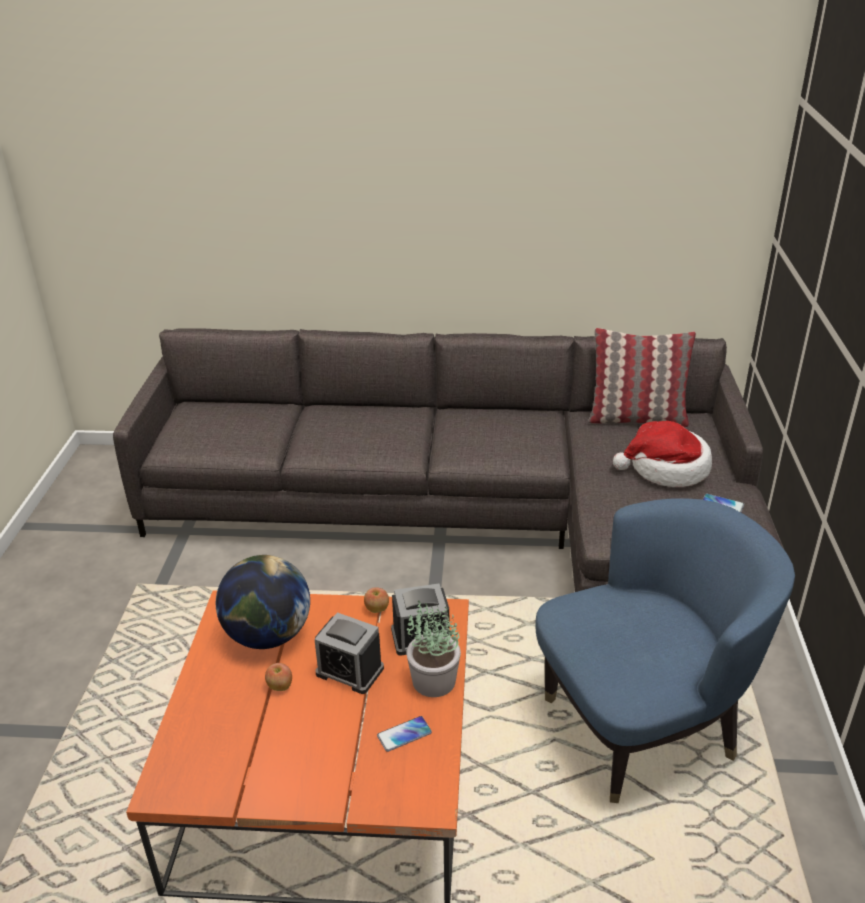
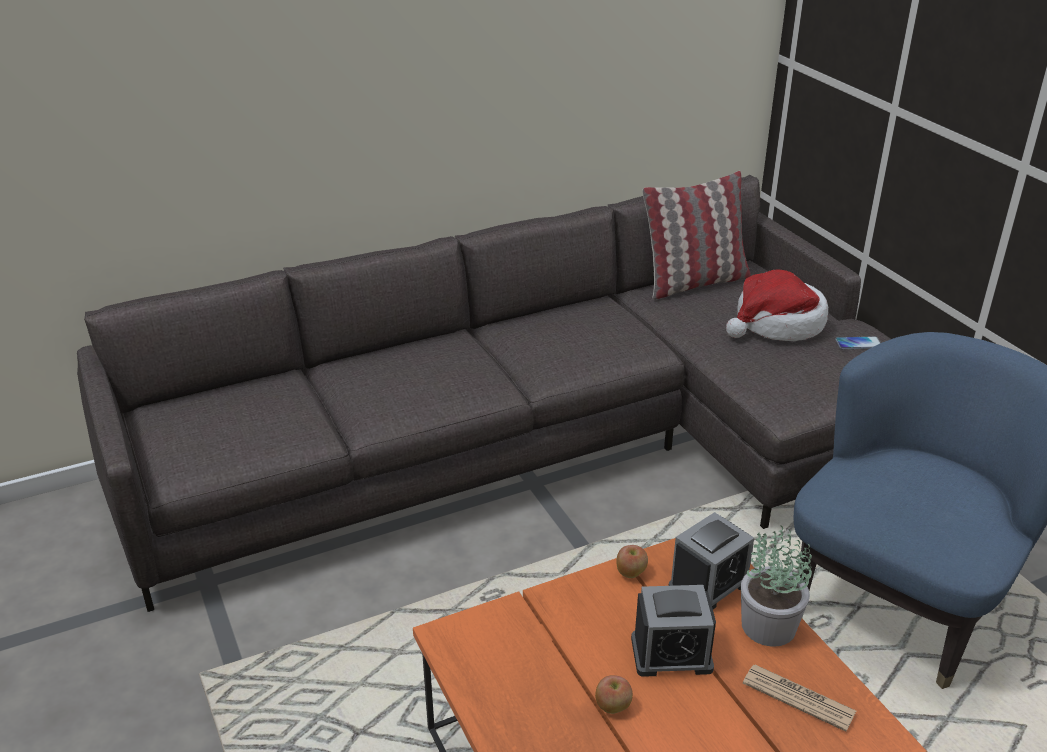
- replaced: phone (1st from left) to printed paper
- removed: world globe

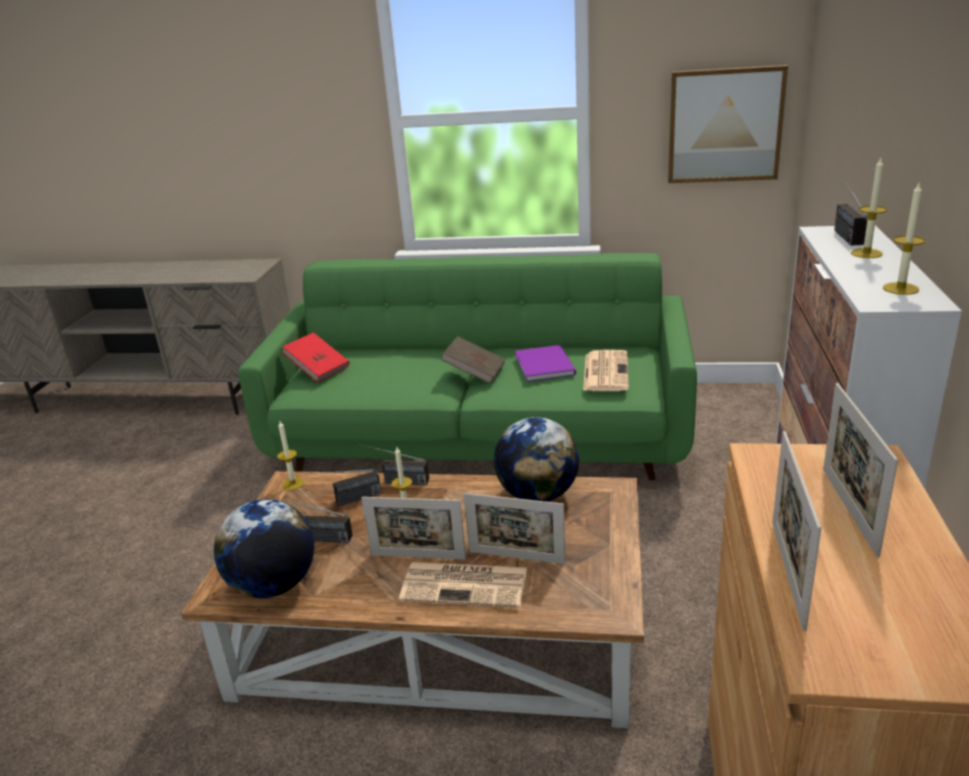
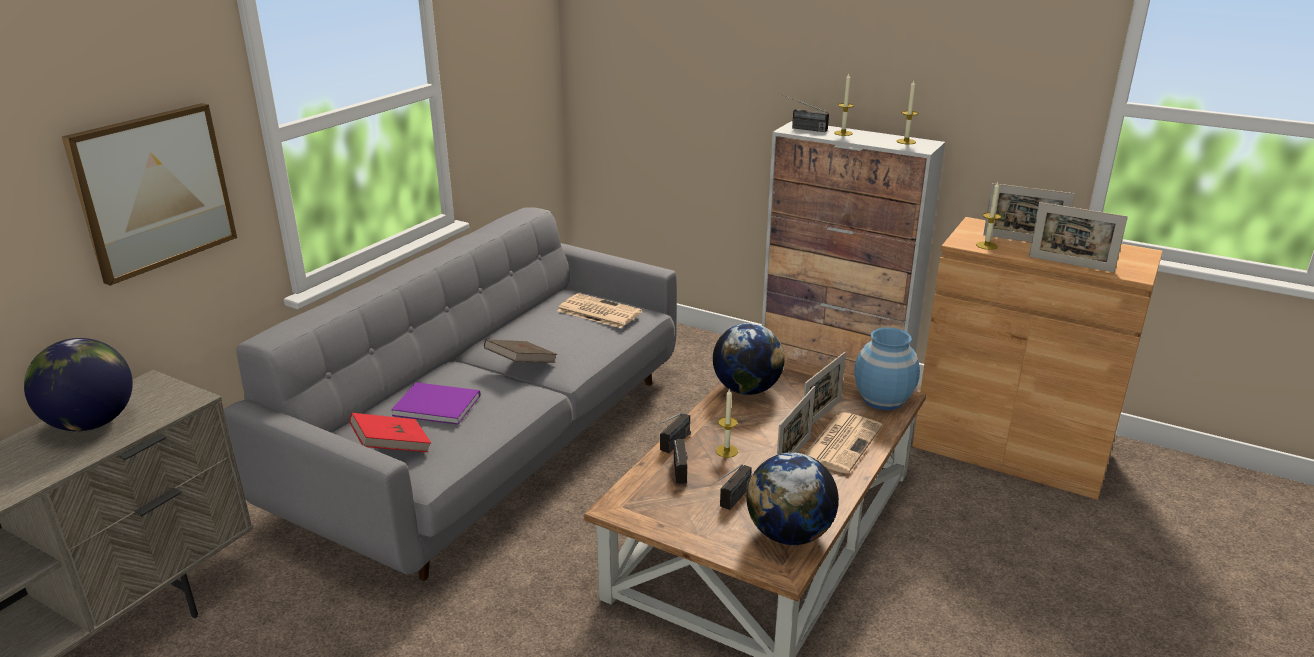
- added: world globe (1st from left)
- moved: wall picture
- recoloured: green sofa to greyish sofa
- moved: purple volume
- added: blue vase
- moved: wax candle (1st from left in the first image) to wax candle (4th from left)

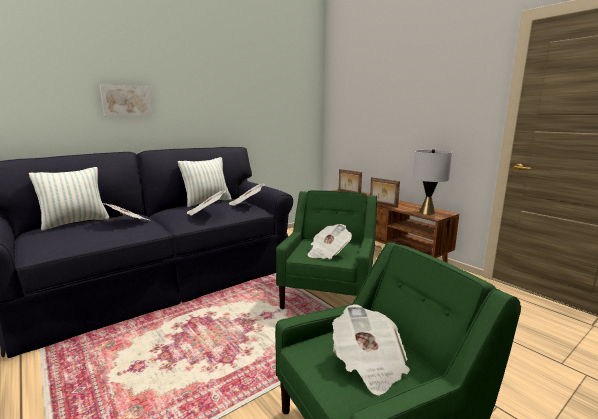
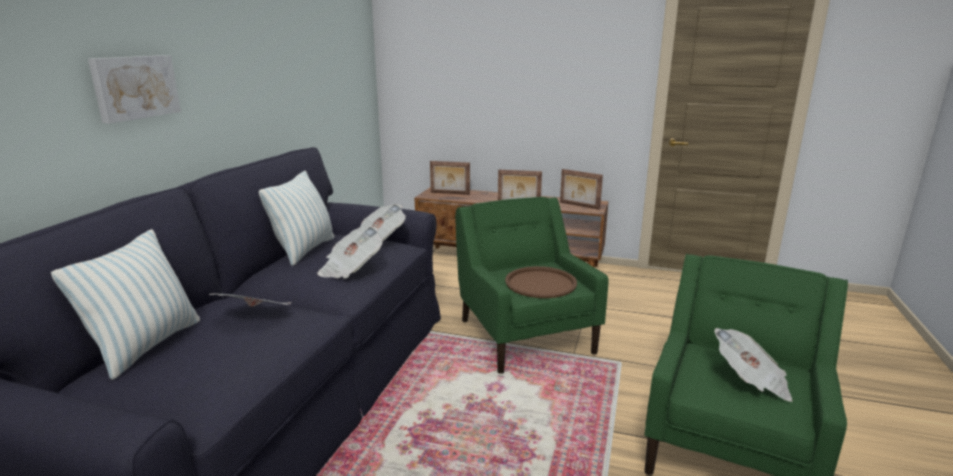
- replaced: printed paper (4th from left) to brown carrying tray
- replaced: greyish lamp for a table to picture frame (3rd from left)

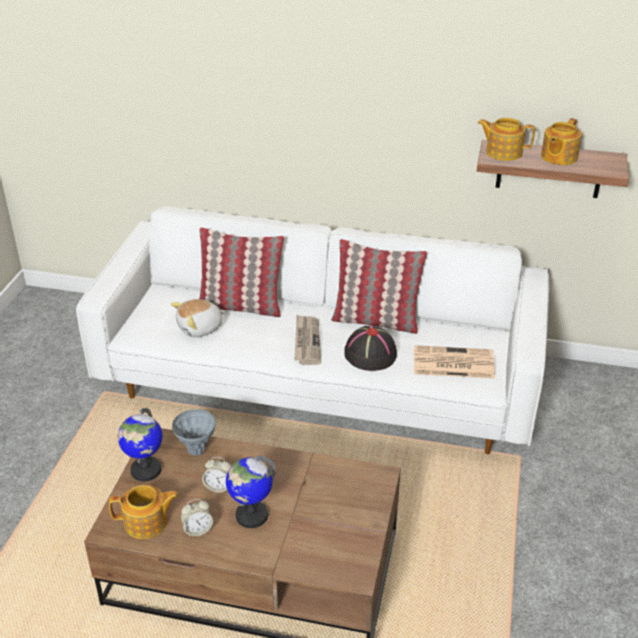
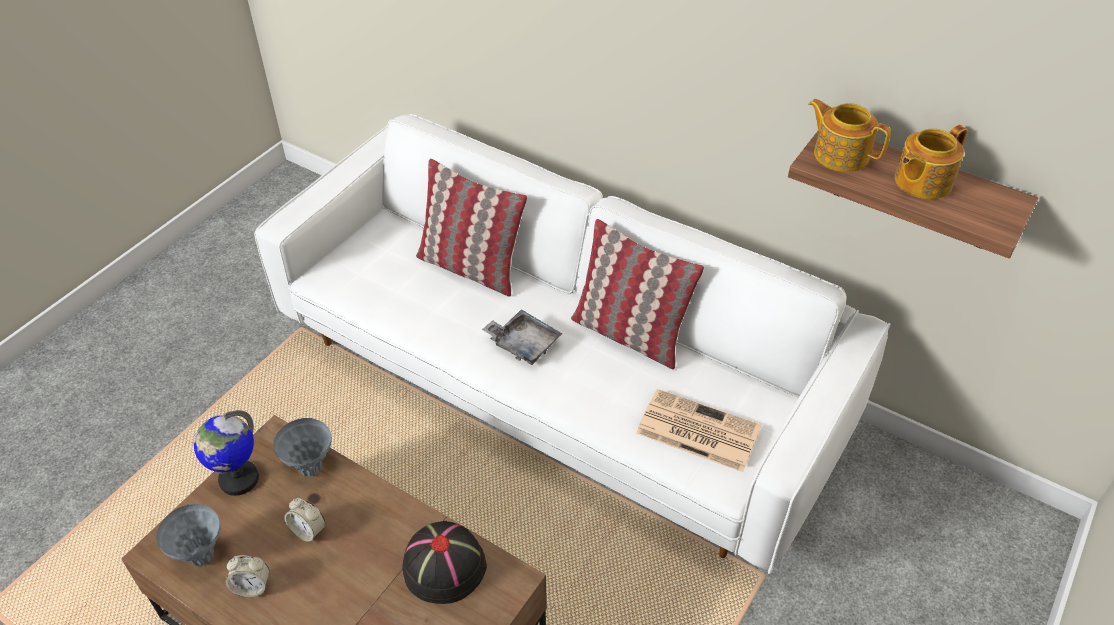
- replaced: teapot (1st from left) to greyish vase (1st from left)
- moved: black-coloured clothing hat
- replaced: printed paper (1st from left) to greyish carrying tray
- removed: plush toy
- removed: world globe (2nd from left)

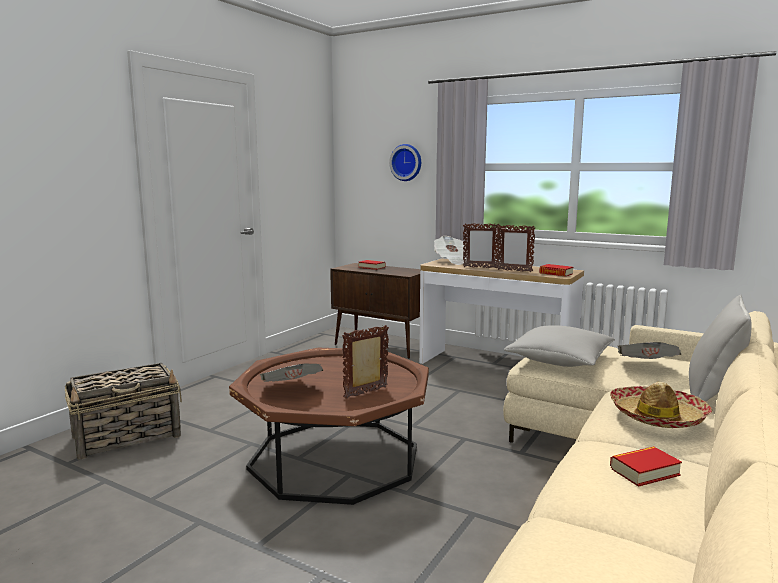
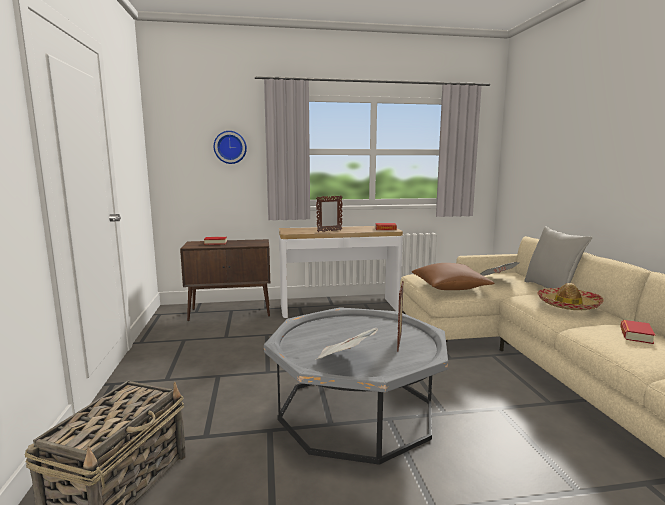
- recoloured: brown coffee table to greyish coffee table
- recoloured: greyish pillow (1st from left) to brown pillow
- removed: printed paper (2nd from left)
- removed: picture frame (3rd from left)

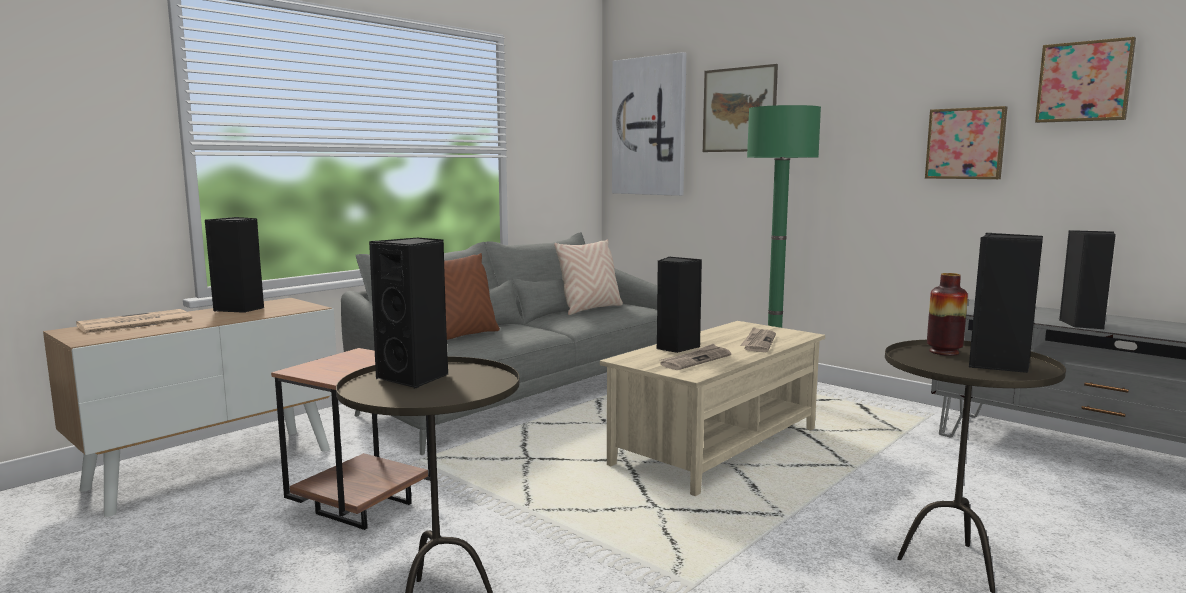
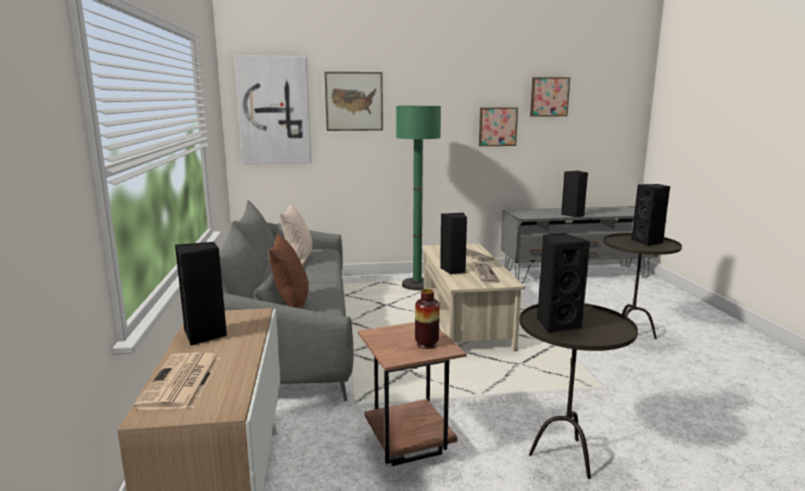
- moved: vase

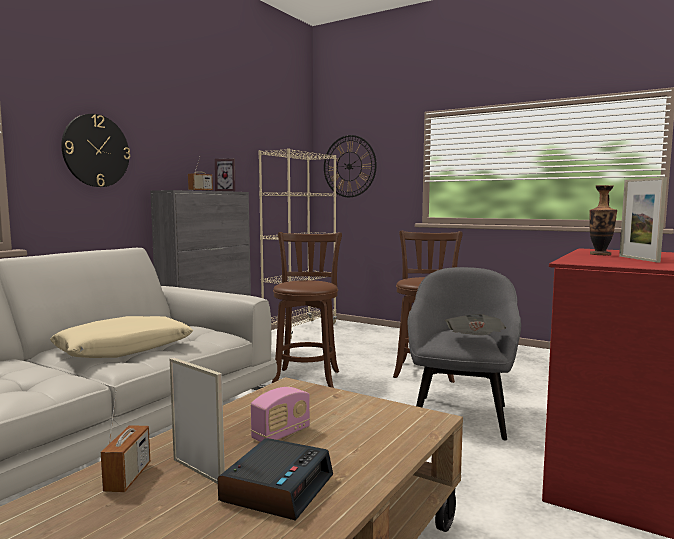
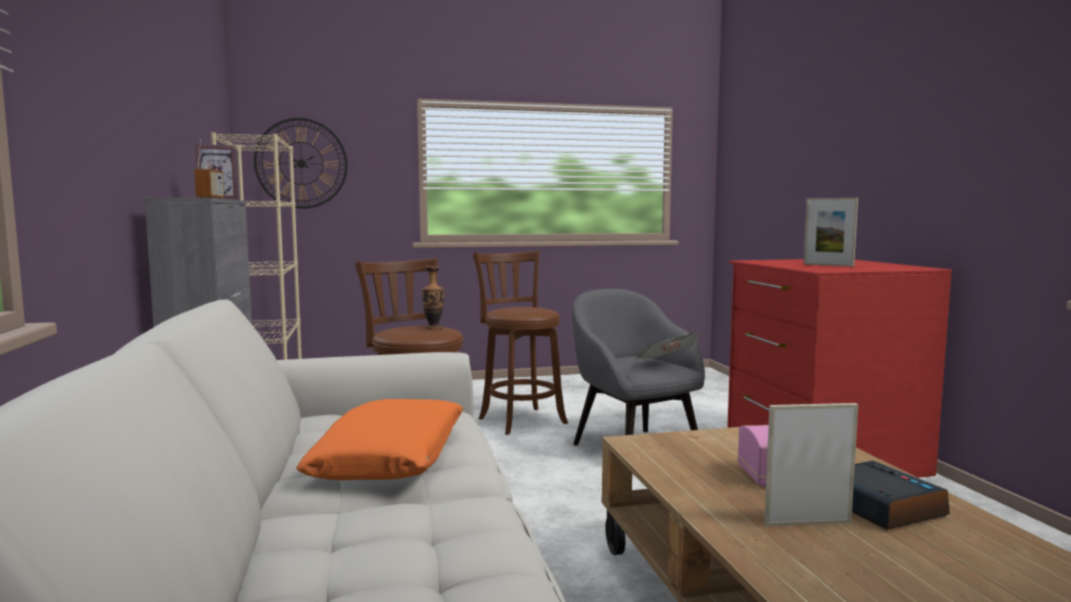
- recoloured: beige pillow to orange pillow
- moved: vase
- removed: hanging clock (1st from left)
- removed: radio (1st from left)

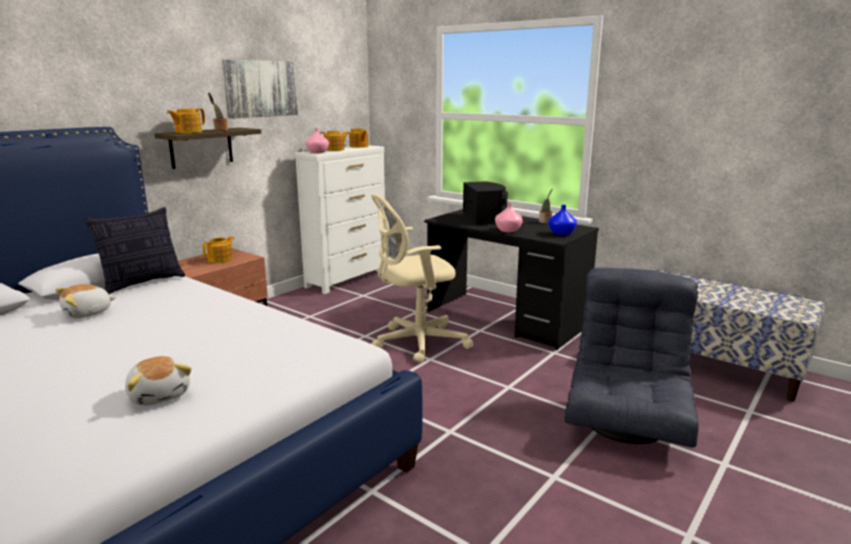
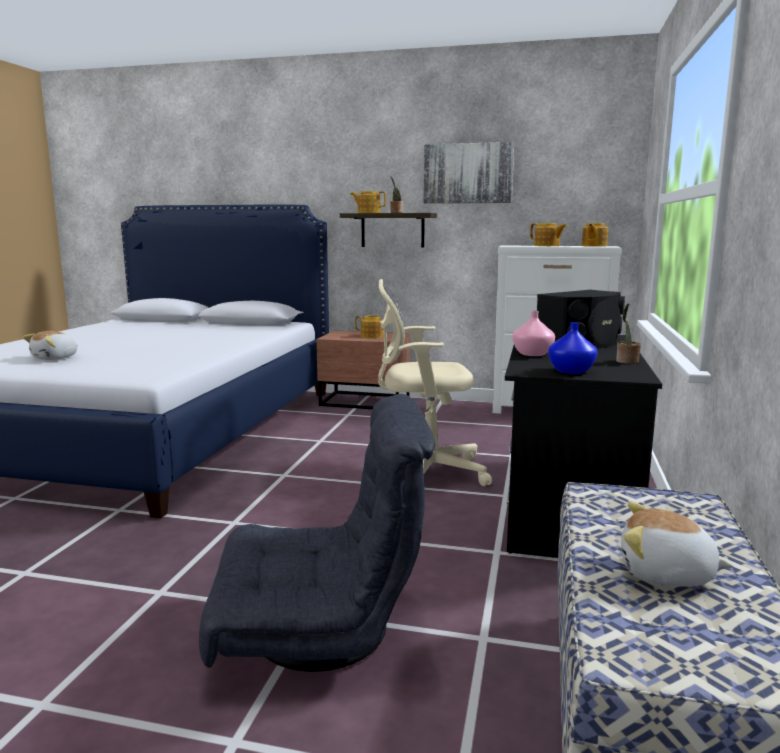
- turned: beige desk chair 45 degrees counterclockwise
- moved: plush toy (1st from left in the first image) to plush toy (2nd from left)
- removed: pillow
- removed: pink-coloured vase (1st from left)

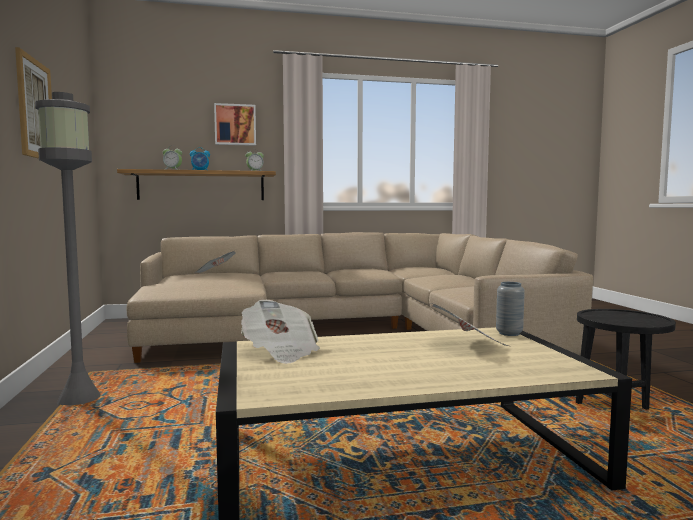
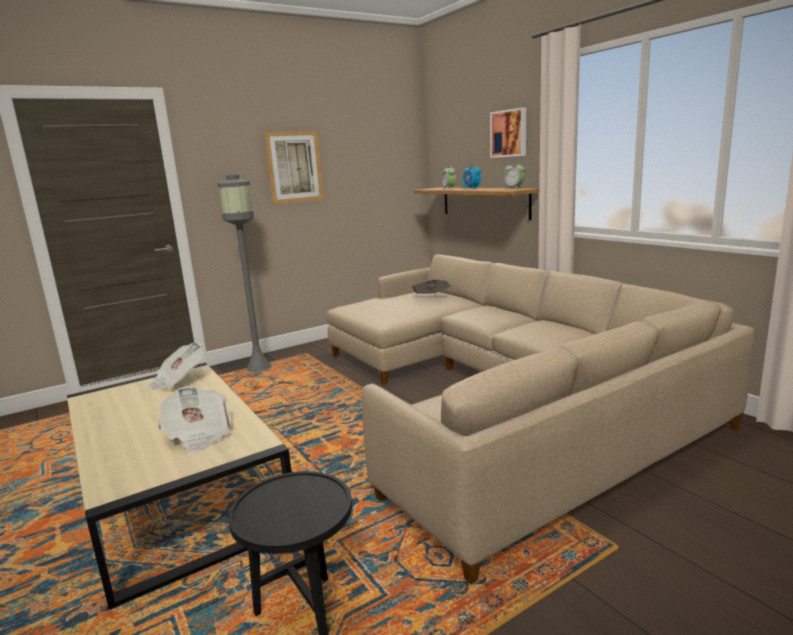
- removed: greyish vase

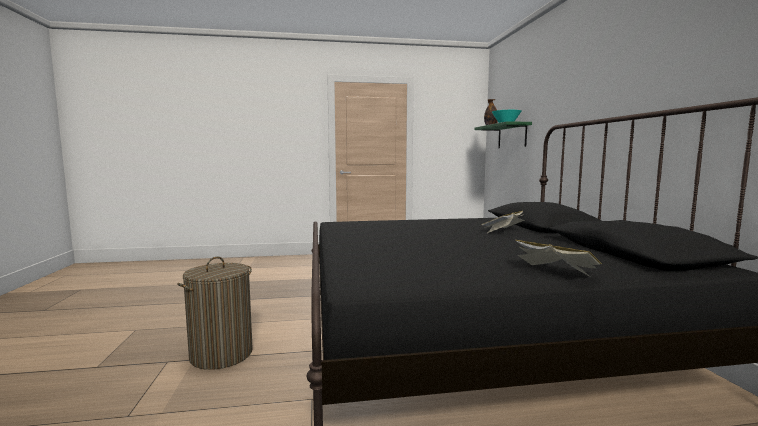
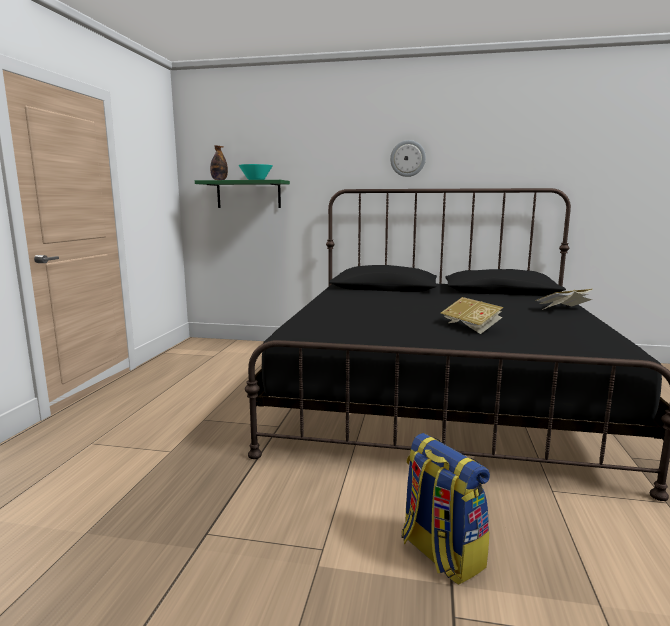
- added: hanging clock
- replaced: washing basket to backpack
- moved: volume (1st from left)

